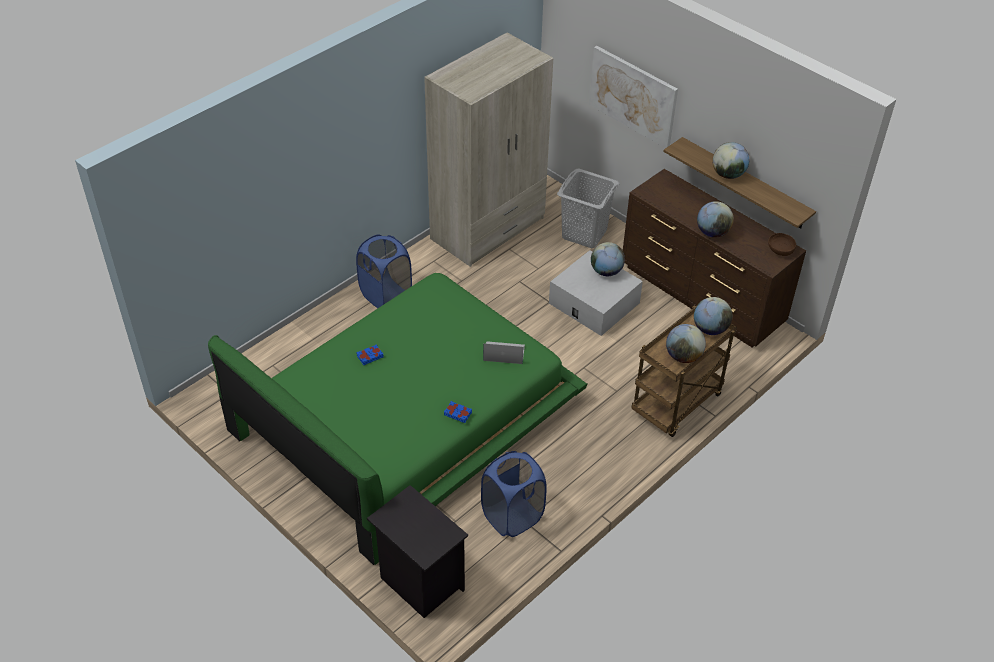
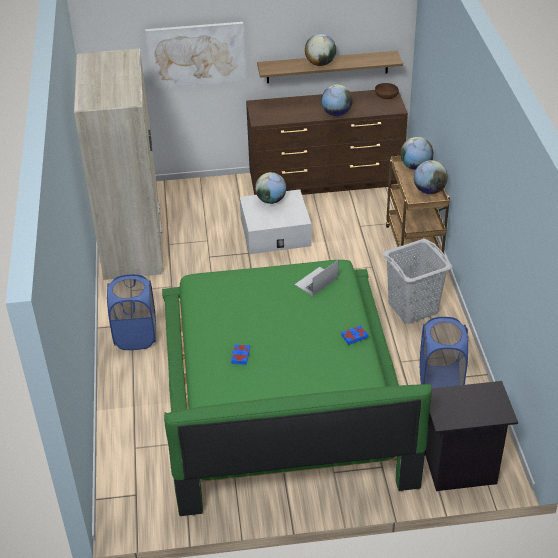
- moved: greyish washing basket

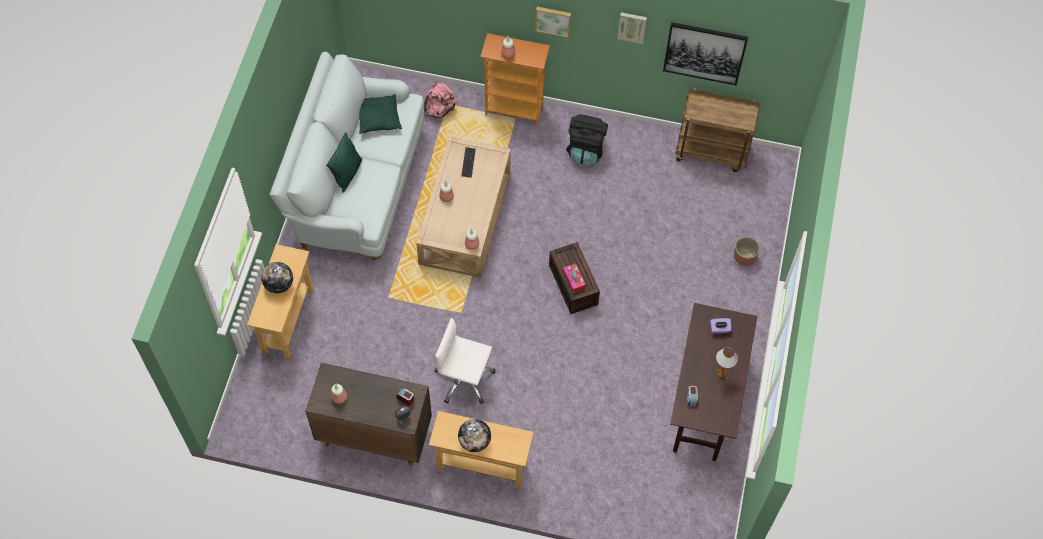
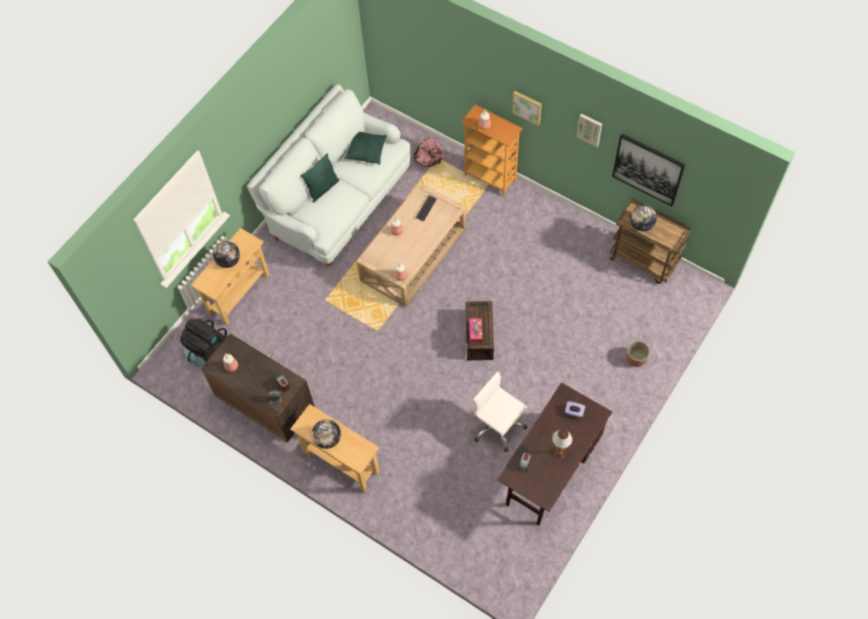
- moved: black-coloured backpack
- moved: white desk chair
- added: world globe (3rd from left)

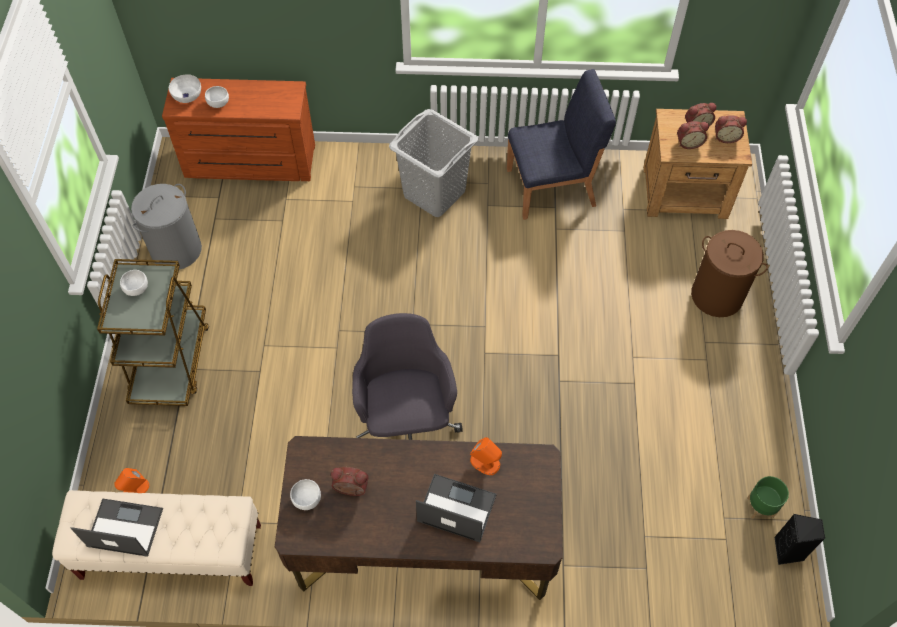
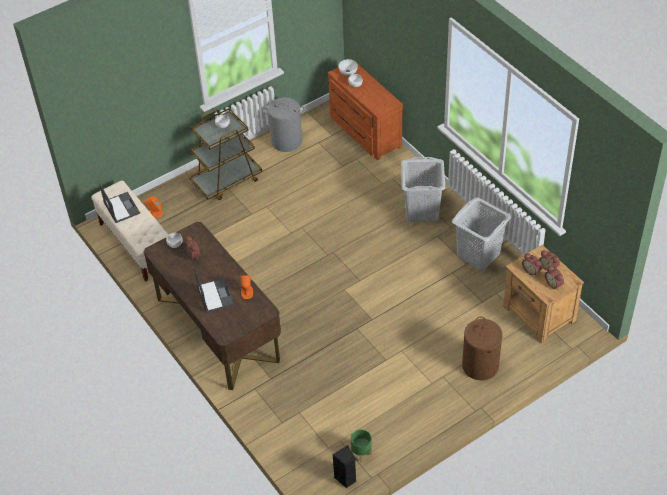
- replaced: blue chair to greyish washing basket (3rd from left)
- removed: greyish desk chair

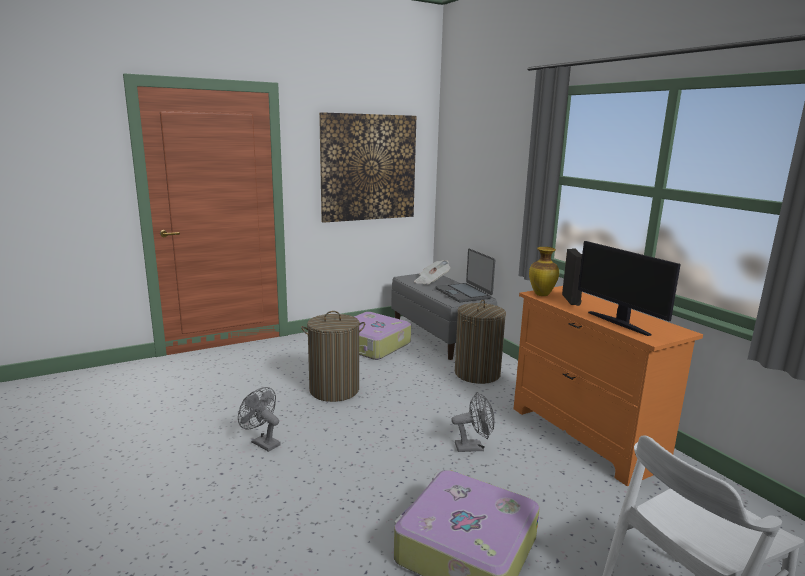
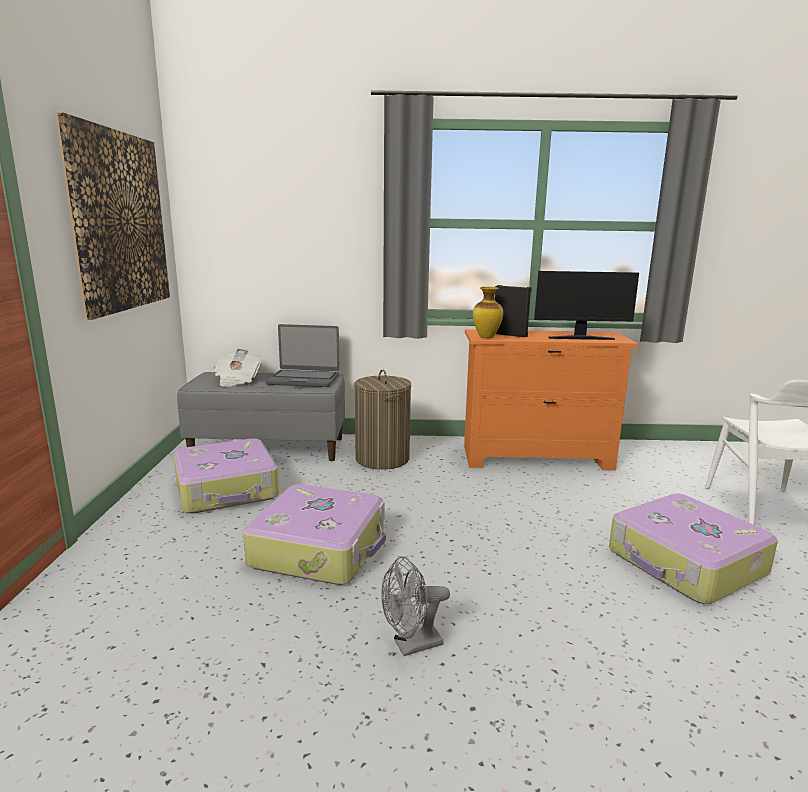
- replaced: washing basket (1st from left) to travel case (2nd from left)
- removed: greyish fan (2nd from left)

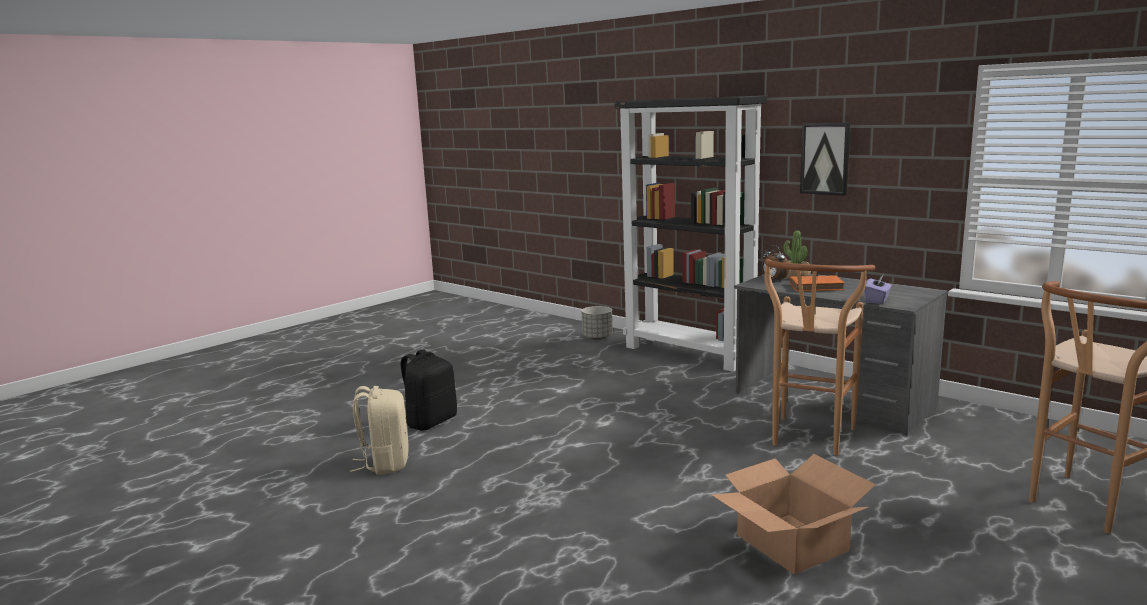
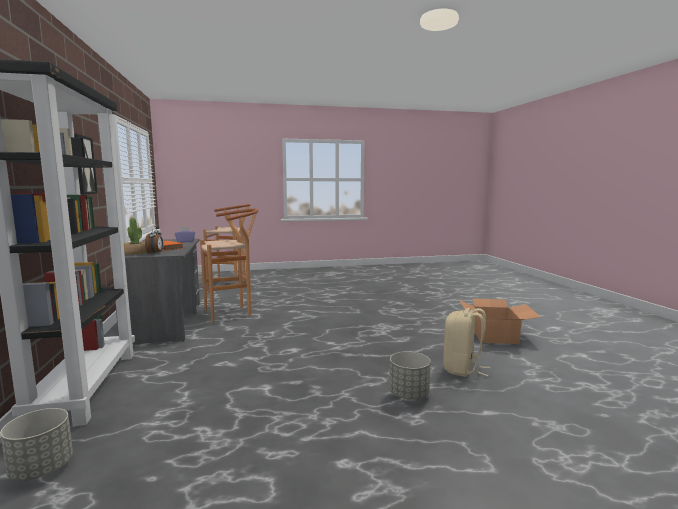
- replaced: black-coloured backpack to greyish flower pot (2nd from left)
- moved: carton

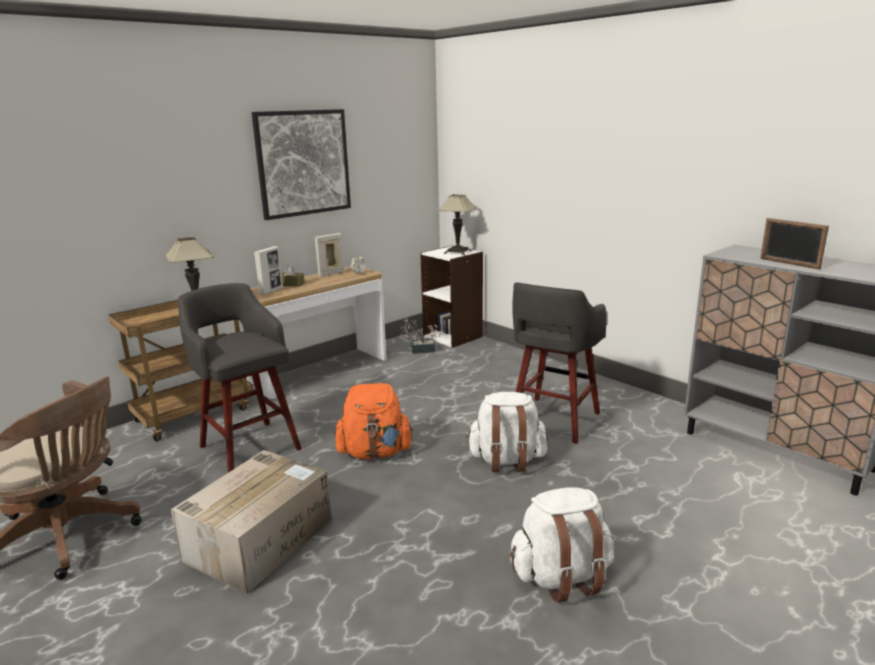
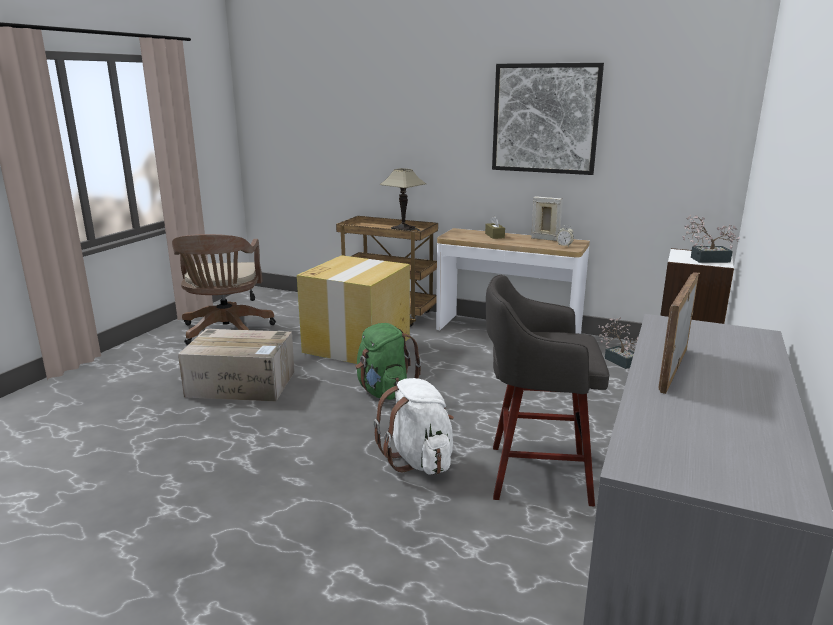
- replaced: greyish stool seat (1st from left) to carton (2nd from left)
- recoloured: orange backpack to green backpack
- replaced: lamp for a table (2nd from left) to plant in a pot (2nd from left)
- removed: picture frame (1st from left)
- removed: white backpack (2nd from left)

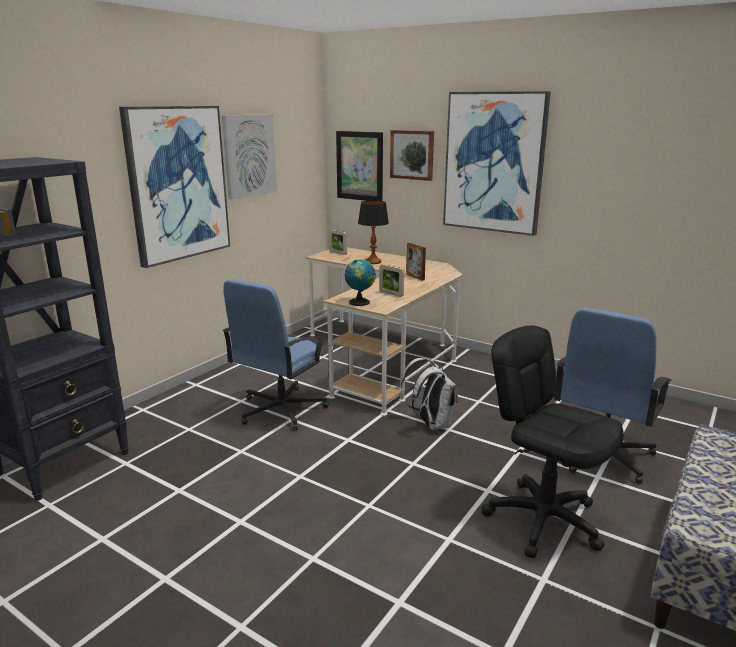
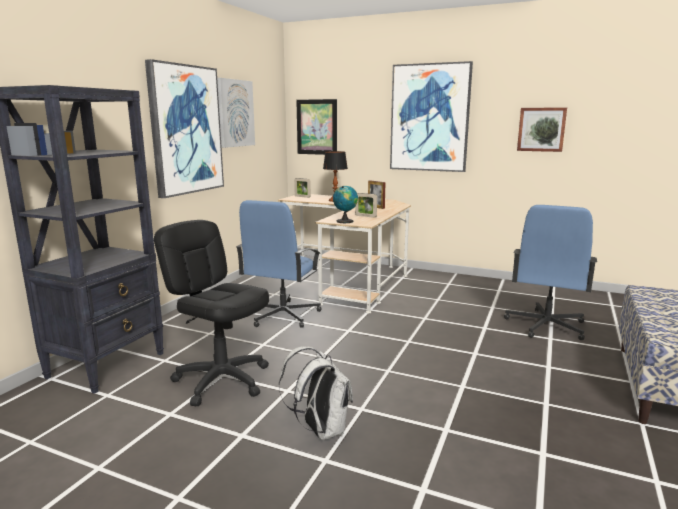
- moved: black-coloured desk chair
- moved: white backpack
- moved: wall picture (4th from left in the first image) to wall picture (5th from left)

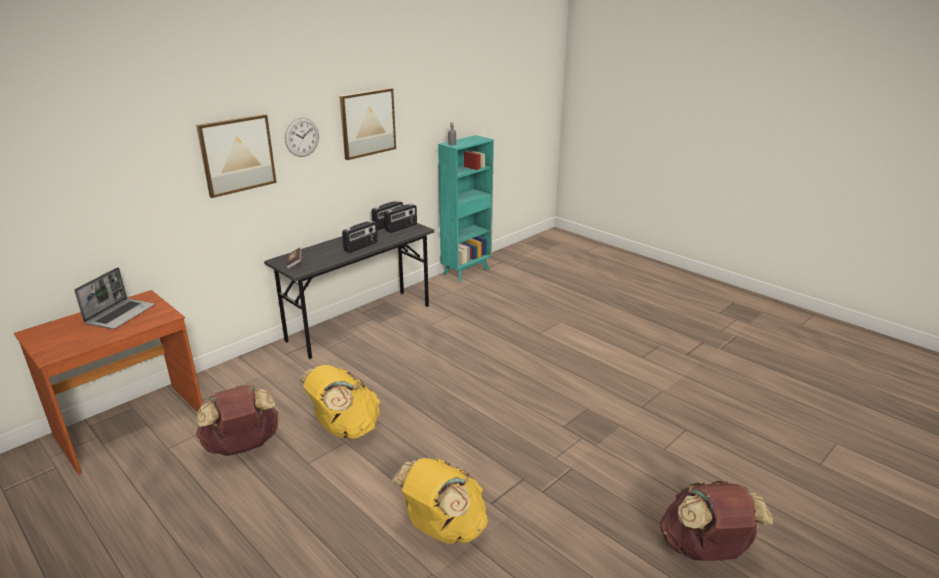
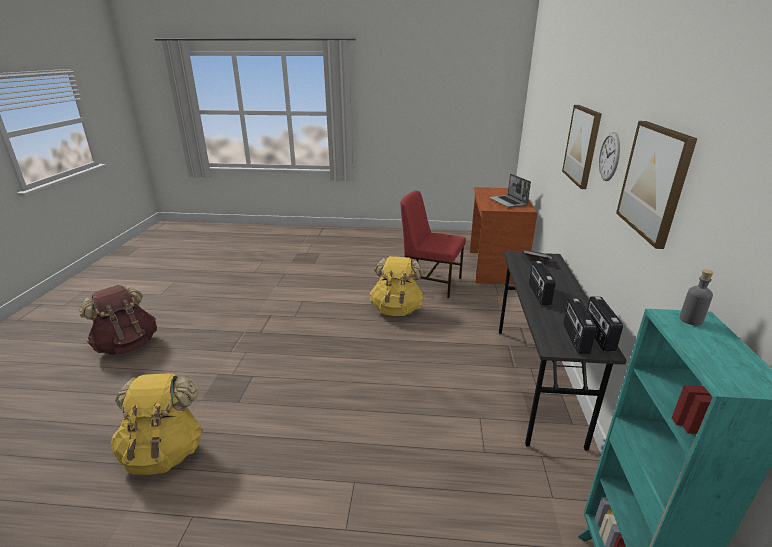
- moved: yellow-coloured backpack (2nd from left in the first image) to yellow-coloured backpack (1st from left)
- replaced: brown backpack (1st from left) to red-coloured chair

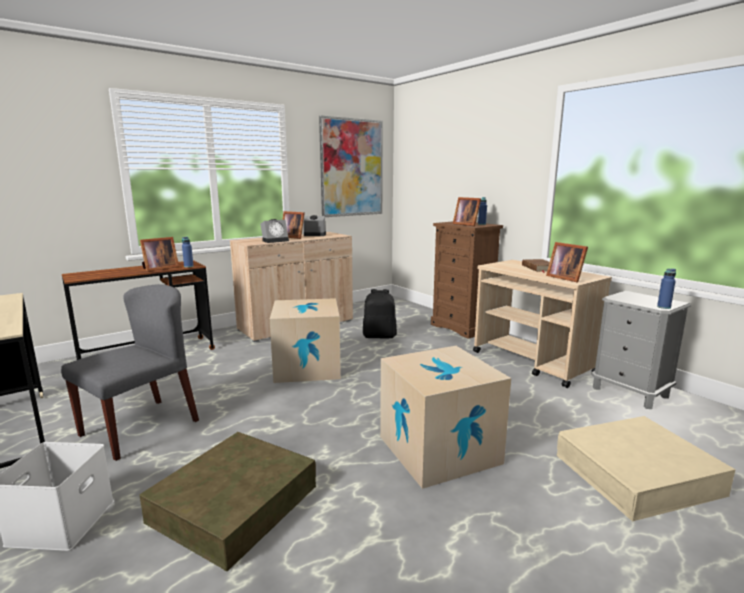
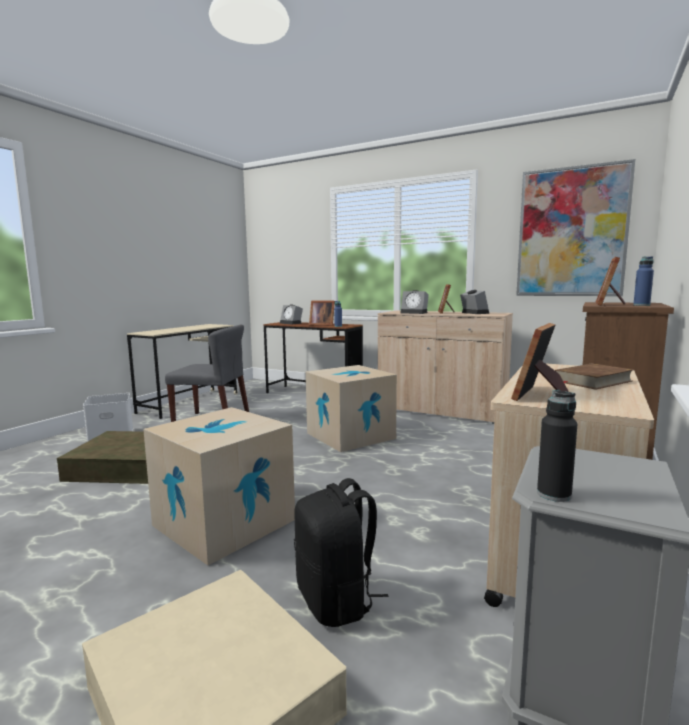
- added: alarm clock (1st from left)
- moved: black-coloured backpack
- recoloured: blue bottle (3rd from left) to black-coloured bottle

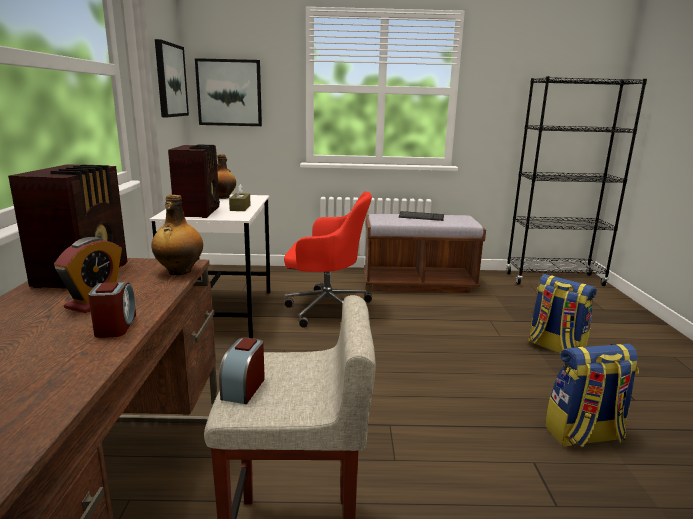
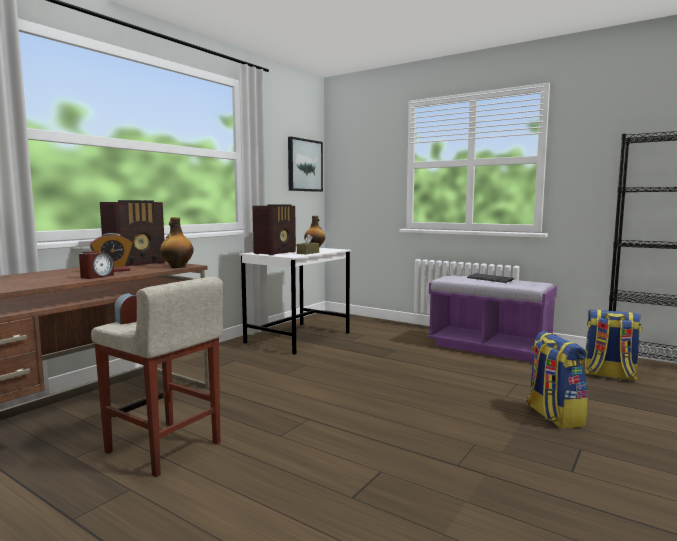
- recoloured: brown long seat to purple long seat
- moved: backpack (2nd from left)
- removed: wall picture (2nd from left)
- removed: red-coloured desk chair

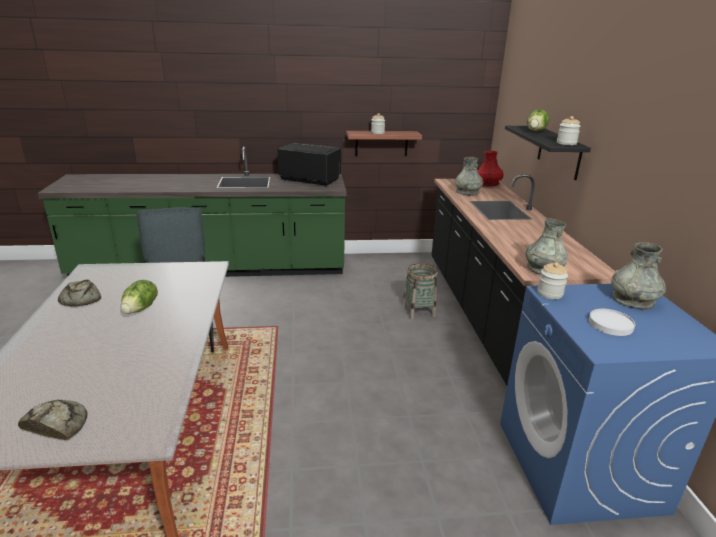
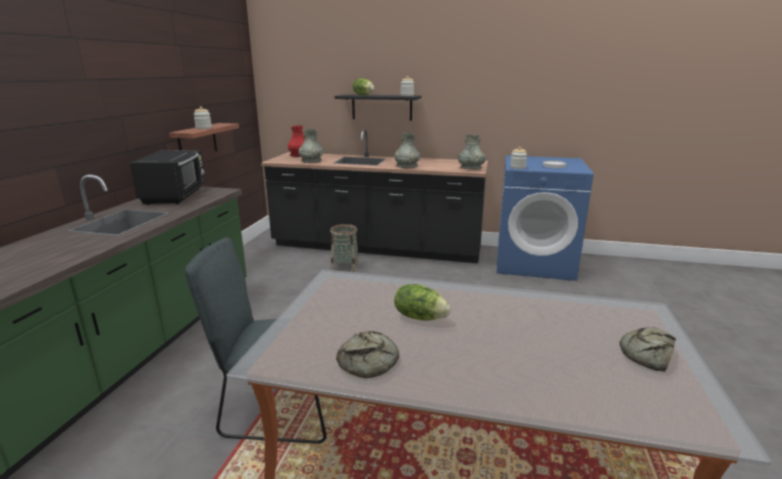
- turned: black-coloured microwave 135 degrees clockwise
- moved: greyish vase (3rd from left in the first image) to greyish vase (2nd from left)

